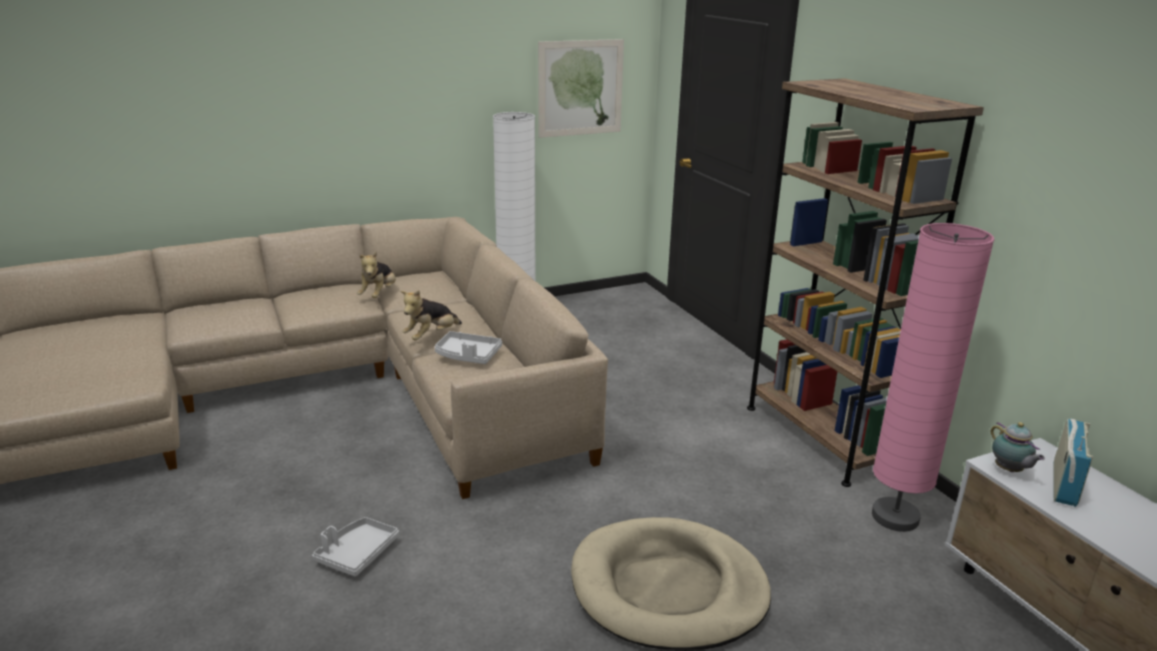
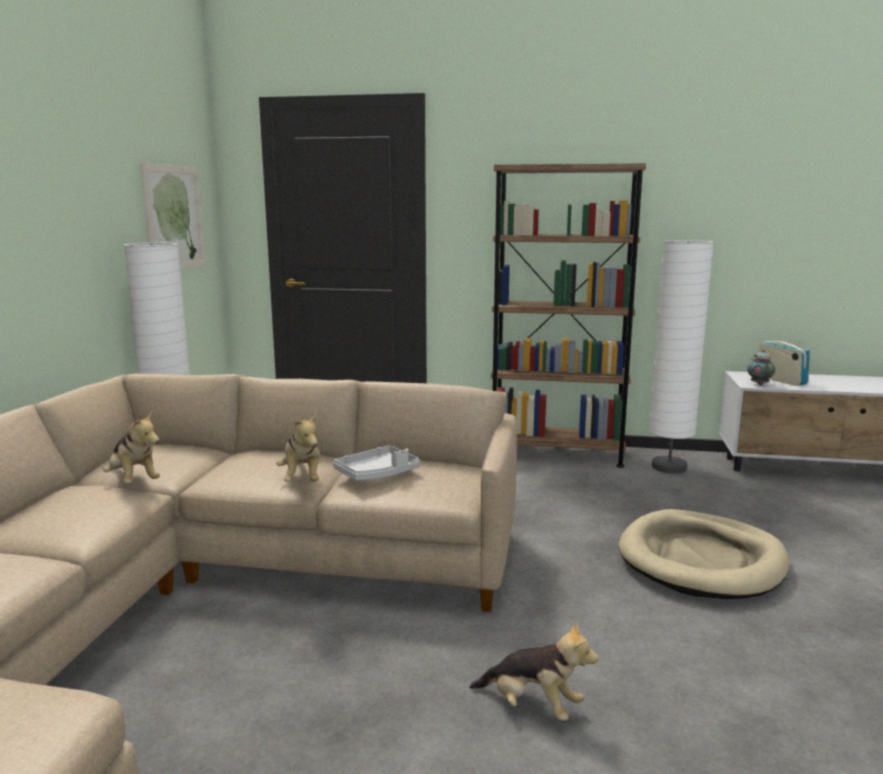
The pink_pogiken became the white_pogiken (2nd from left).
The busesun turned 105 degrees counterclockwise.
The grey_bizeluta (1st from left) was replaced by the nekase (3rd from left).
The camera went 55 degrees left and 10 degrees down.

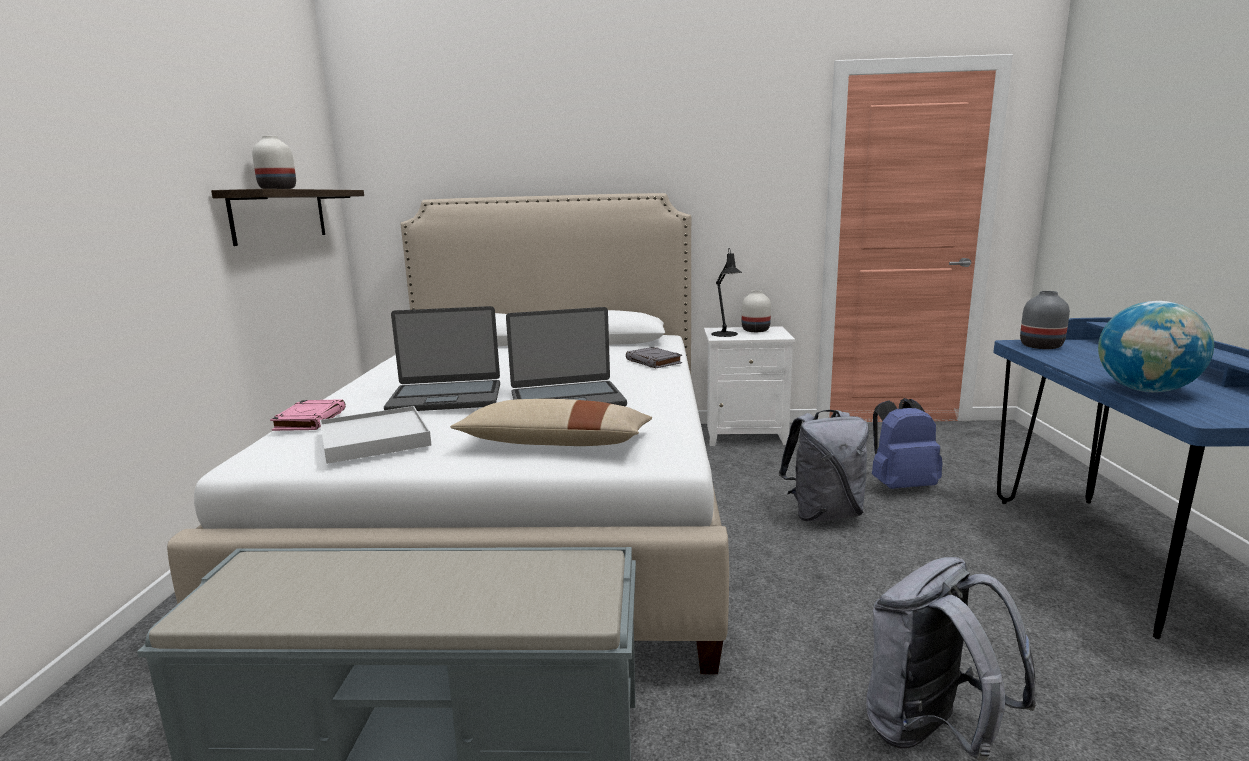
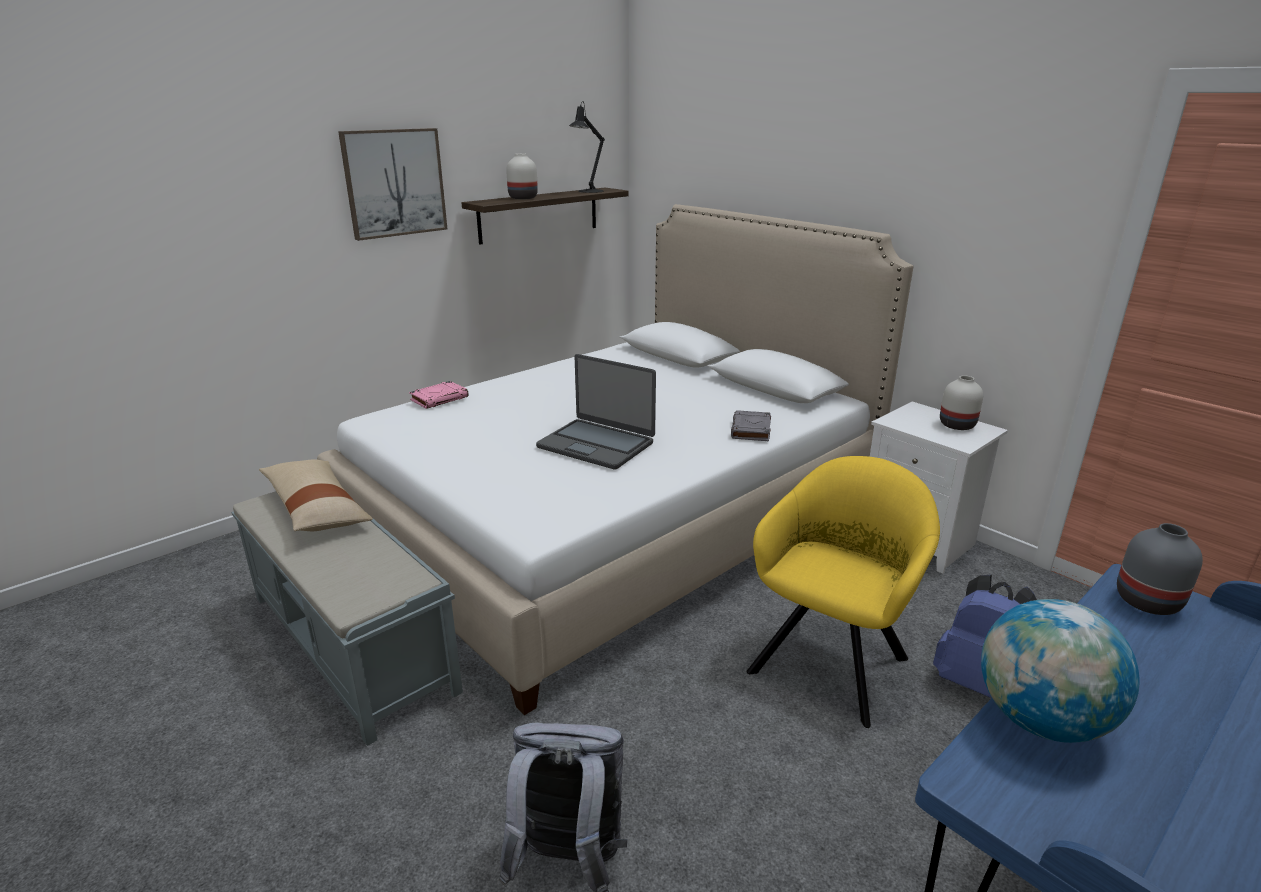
The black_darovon moved.
The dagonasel (1st from left) disappeared.
The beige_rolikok moved.
The white_bizeluta disappeared.
The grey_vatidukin (1st from left) was replaced by the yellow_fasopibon.
The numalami appeared.
The camera went 45 degrees right and 10 degrees up.

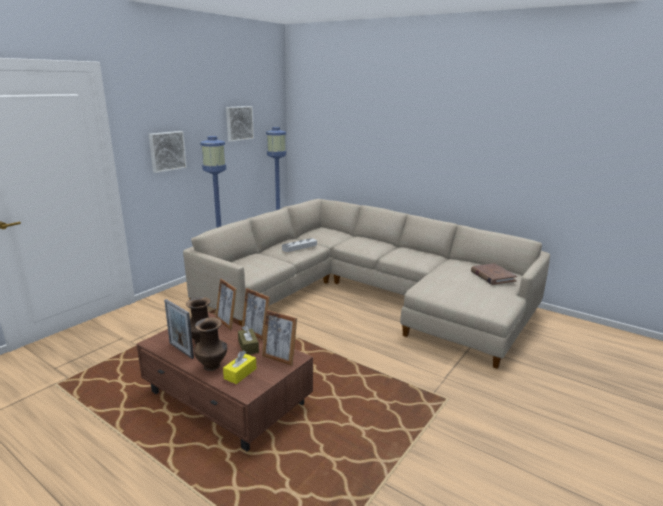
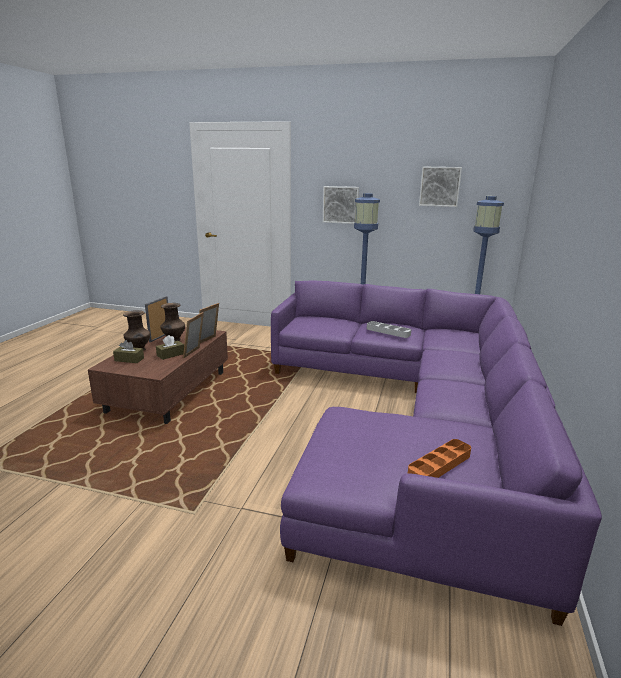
The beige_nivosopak became the purple_nivosopak.
The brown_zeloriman was replaced by the orange_bizeluta.
The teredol (4th from left) disappeared.
The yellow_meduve became the brown_meduve (1st from left).
The camera went 70 degrees right and 0 degrees up.

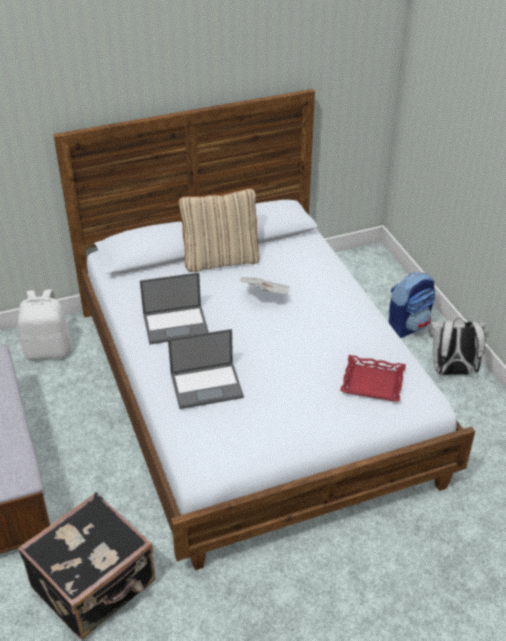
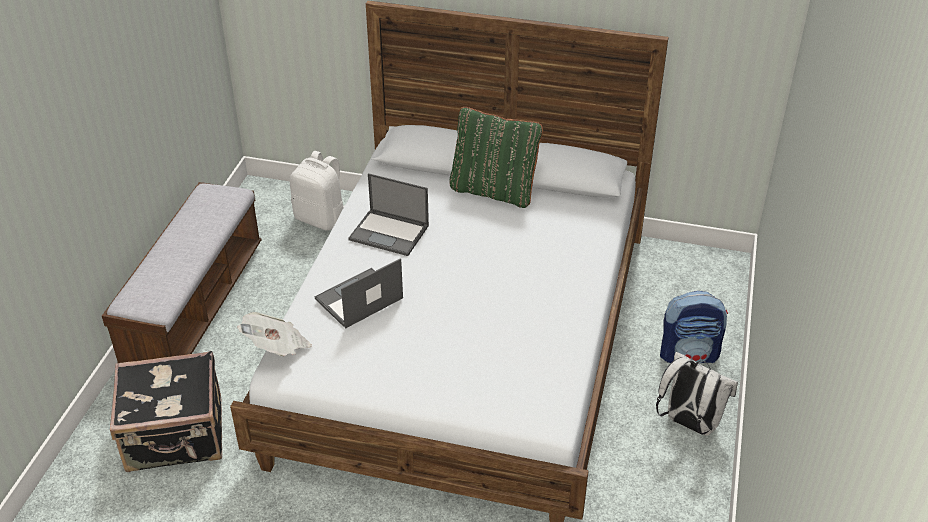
The beige_rolikok became the green_rolikok.
The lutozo moved.
The dagonasel (2nd from left in the first image) turned 120 degrees clockwise.
The red_bizeluta disappeared.
The camera went 35 degrees right and 0 degrees up.

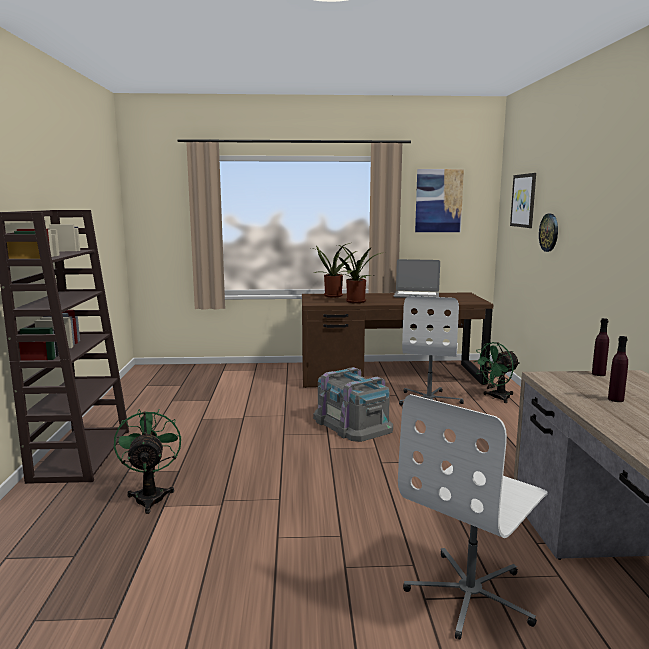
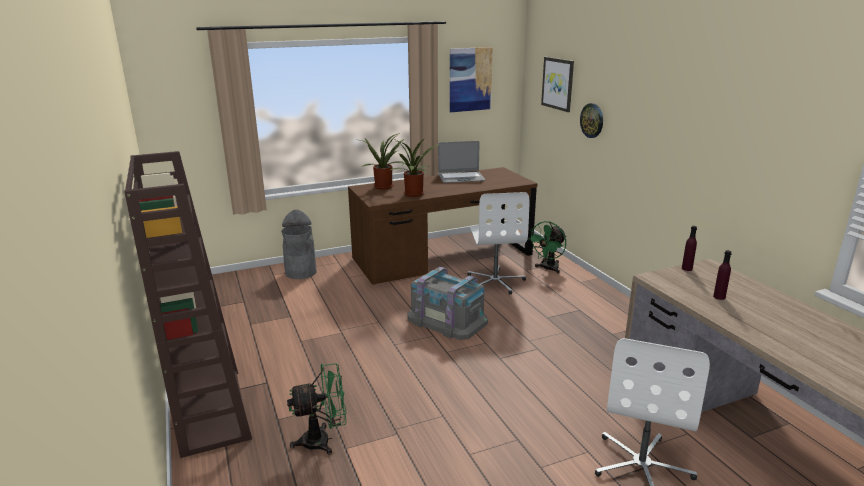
The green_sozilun (1st from left) turned 105 degrees clockwise.
The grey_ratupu appeared.
The camera went 20 degrees left and 10 degrees up.

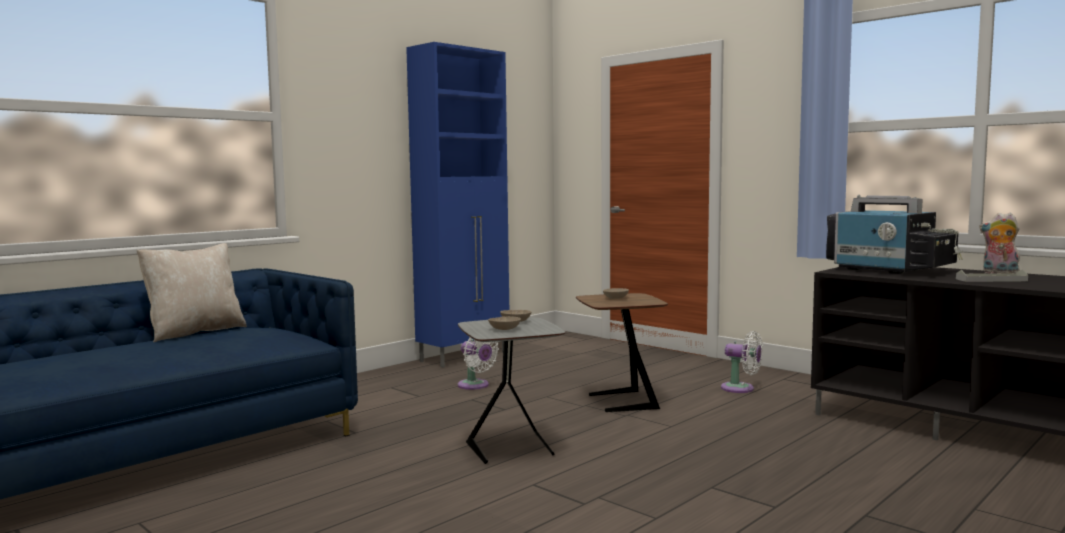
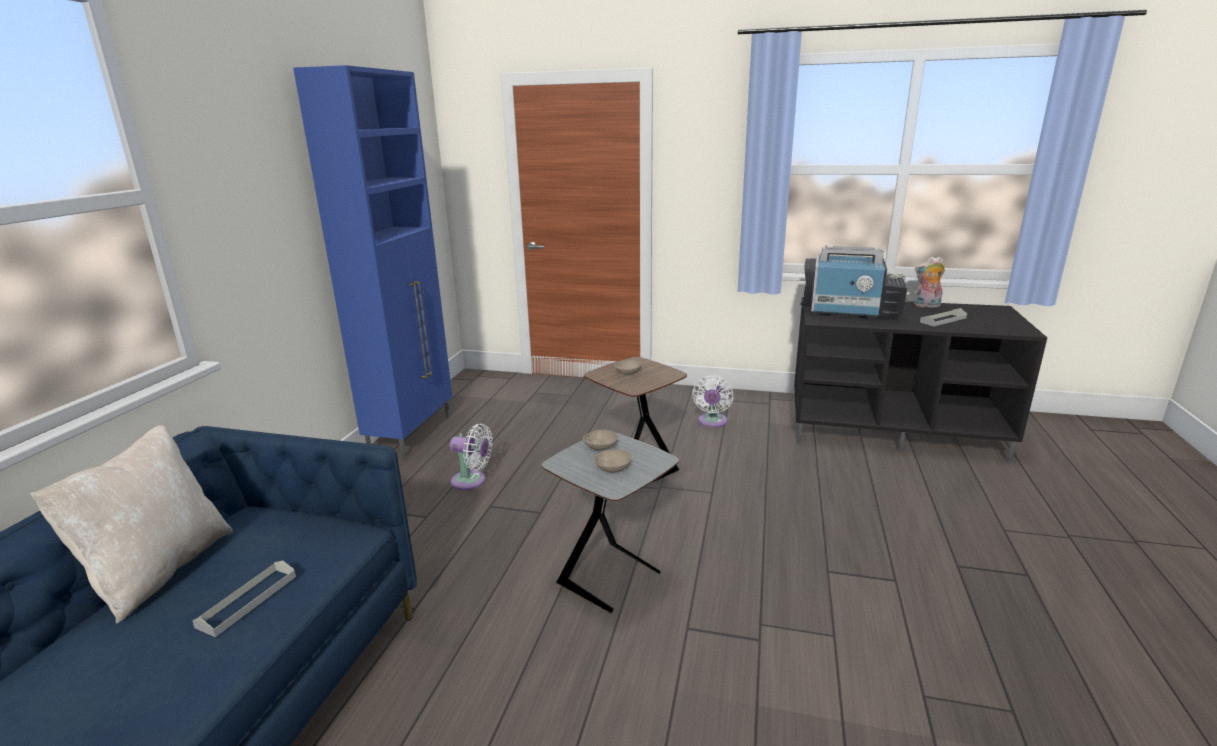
The white_sozilun (2nd from left) turned 105 degrees clockwise.
The grey_bizeluta (1st from left) appeared.
The camera went 30 degrees left and 15 degrees up.

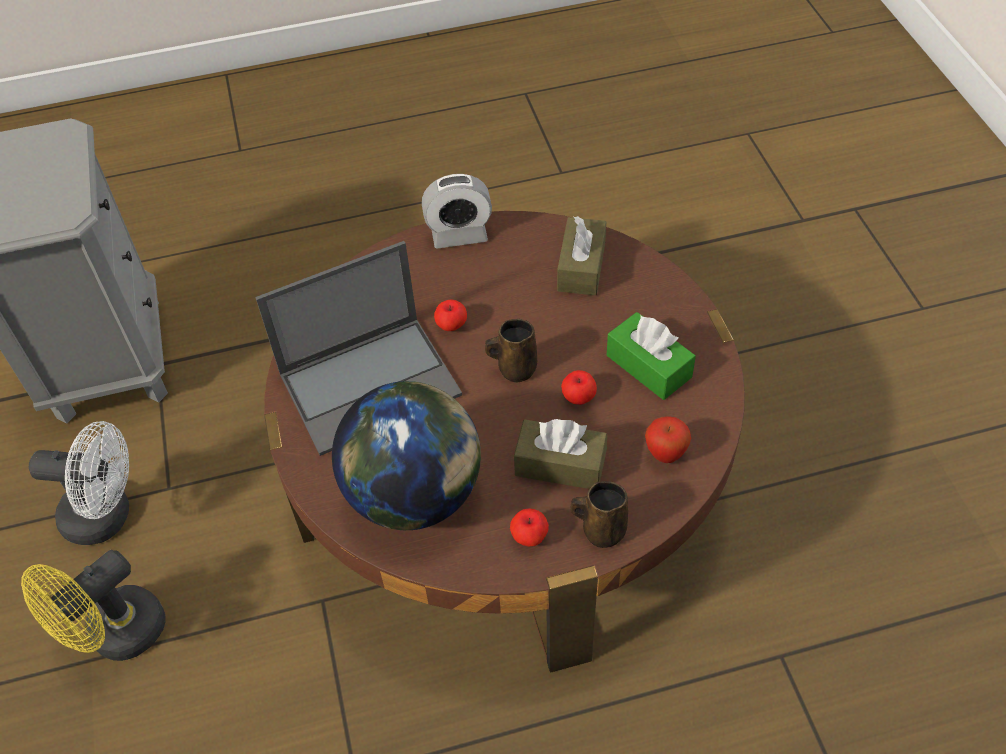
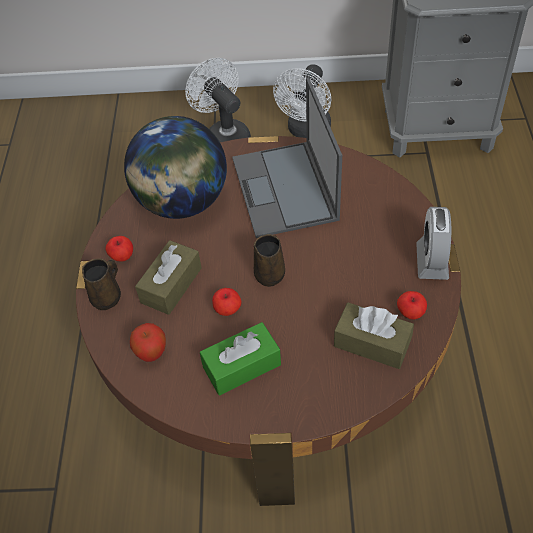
The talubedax (1st from left in the first image) moved.
The yellow_sozilun became the white_sozilun (1st from left).
The camera went 105 degrees right and 0 degrees up.

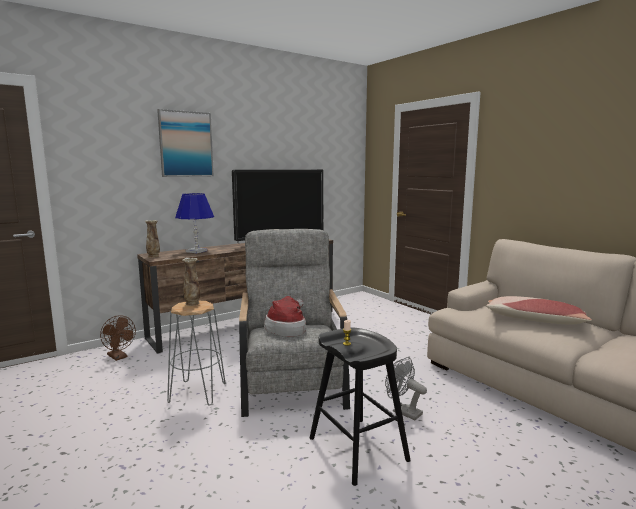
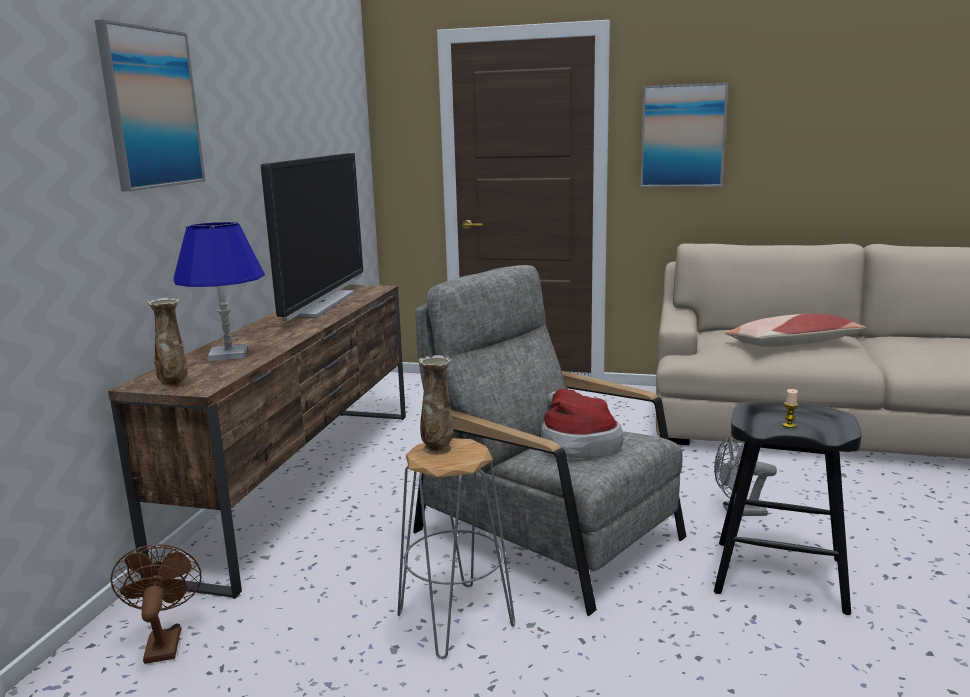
The brown_sozilun turned 105 degrees counterclockwise.
The numalami (2nd from left) appeared.
The camera went 40 degrees left and 5 degrees up.

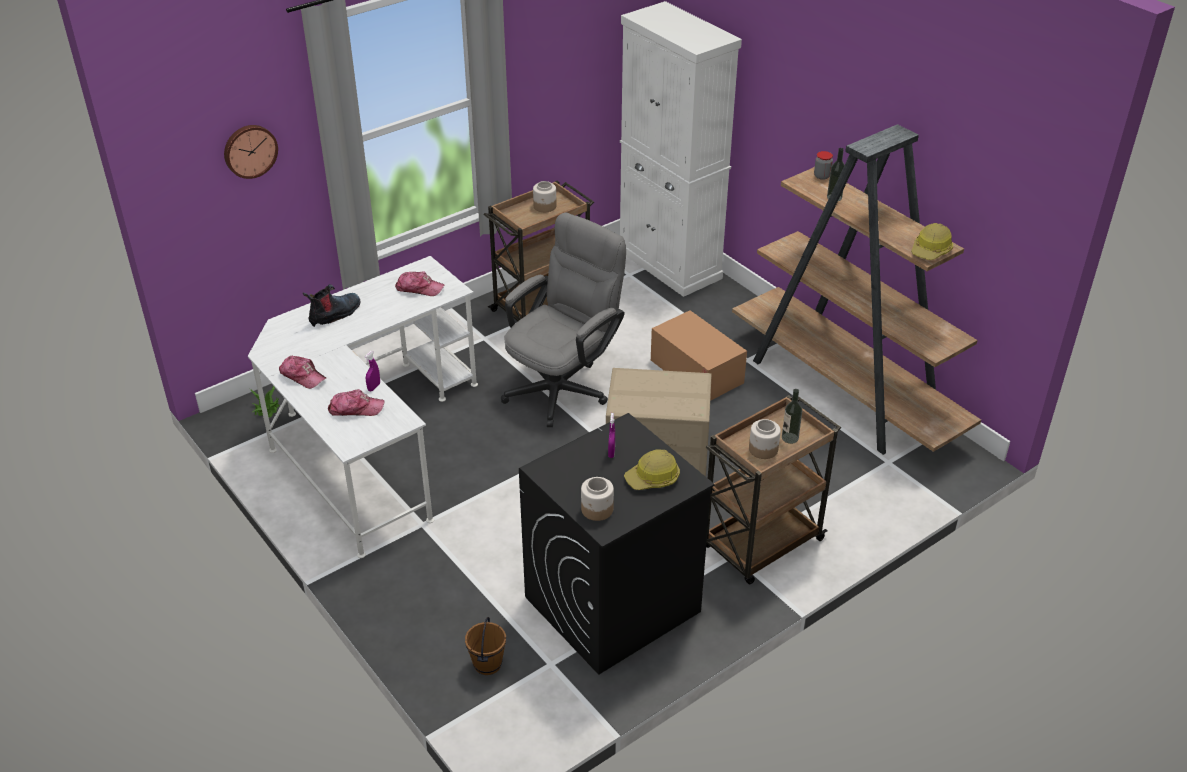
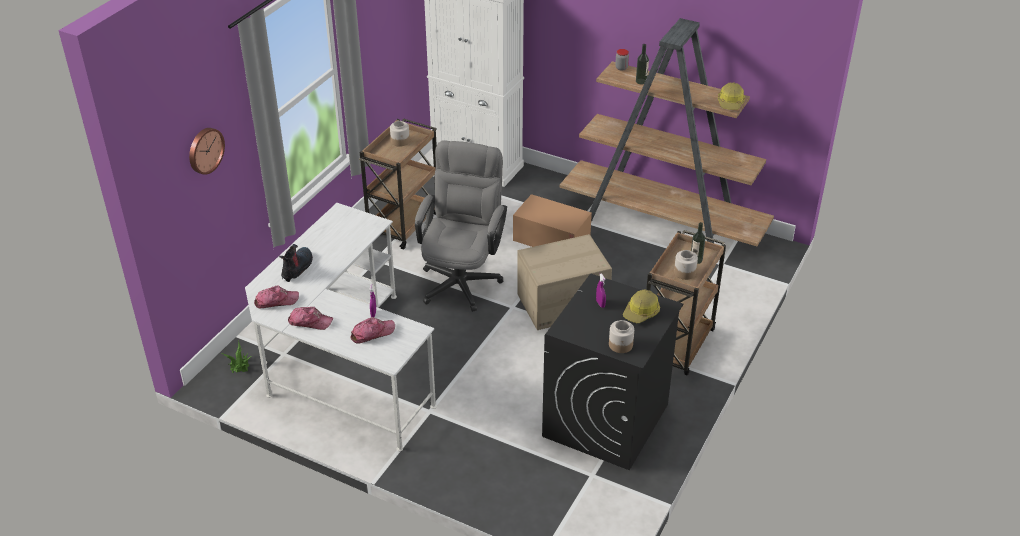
The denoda (3rd from left in the first image) moved.
The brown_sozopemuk disappeared.
The camera went 25 degrees left and 0 degrees up.

